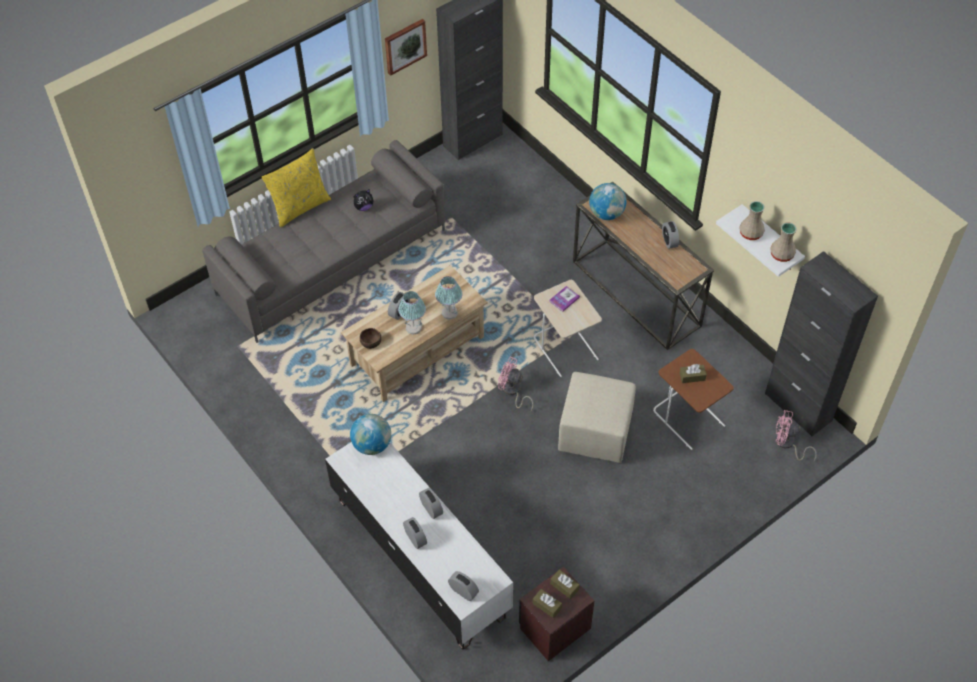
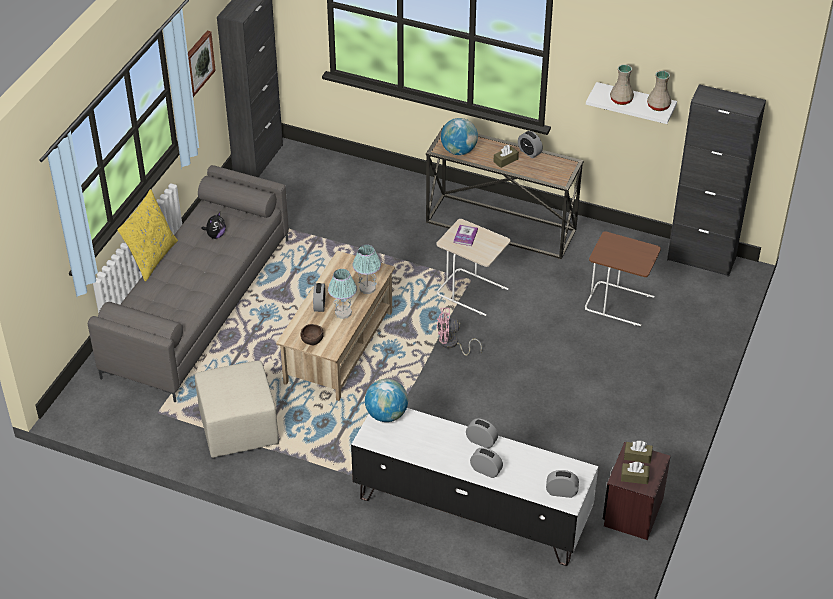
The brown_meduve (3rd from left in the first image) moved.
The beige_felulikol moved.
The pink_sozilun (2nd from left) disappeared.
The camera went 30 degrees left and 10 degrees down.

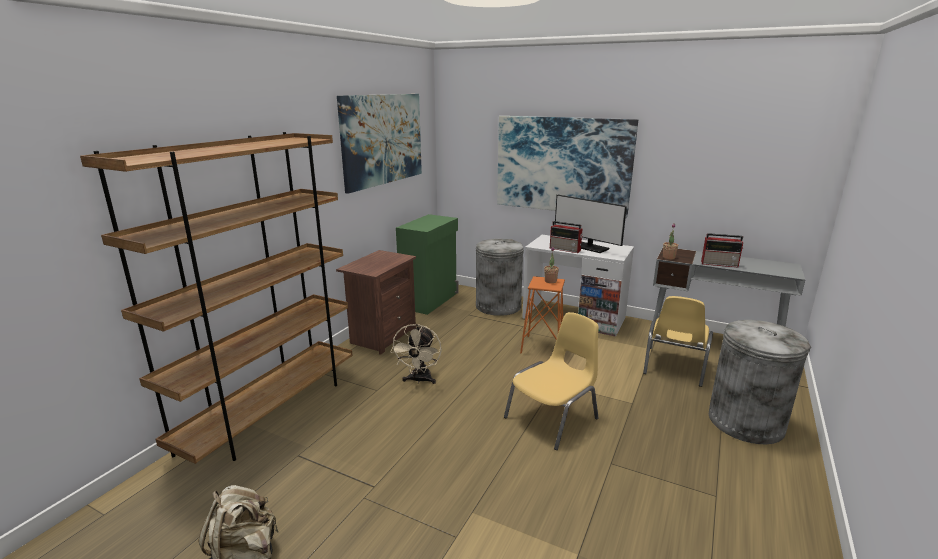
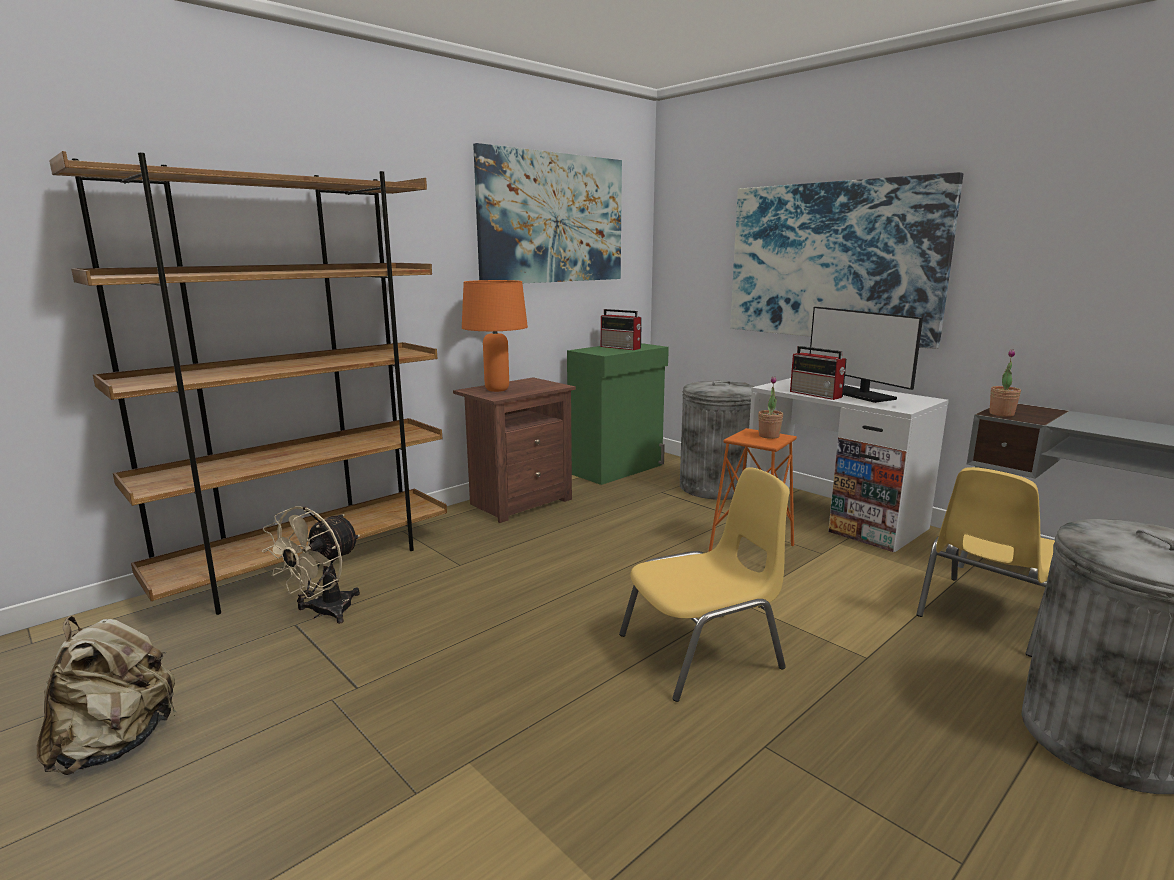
The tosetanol (2nd from left in the first image) moved.
The beige_sozilun moved.
The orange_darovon appeared.
The camera went 20 degrees right and 5 degrees down.

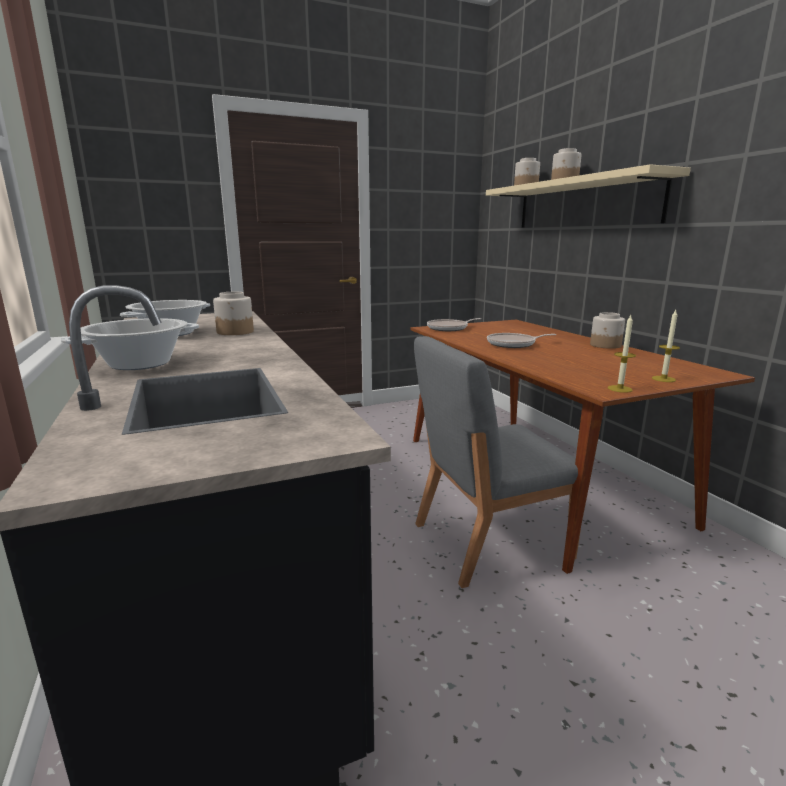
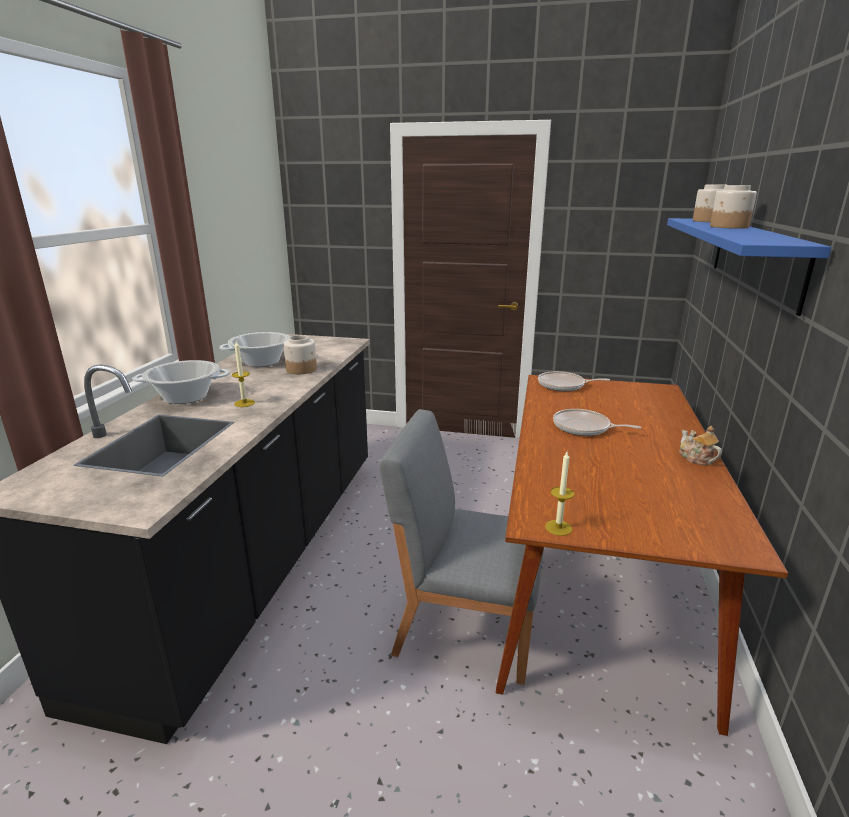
The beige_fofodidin became the blue_fofodidin.
The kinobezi (2nd from left in the first image) moved.
The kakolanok (4th from left) was replaced by the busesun.
The camera went 35 degrees right and 5 degrees up.

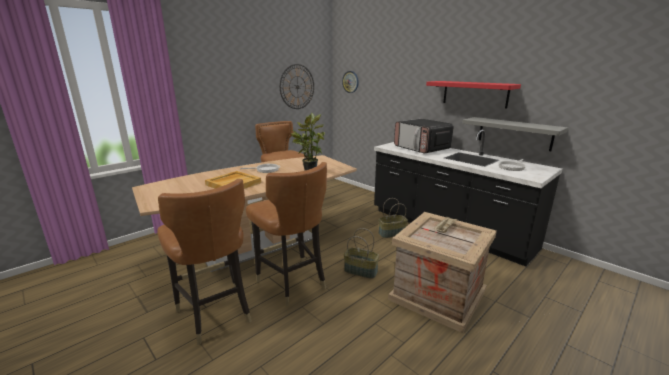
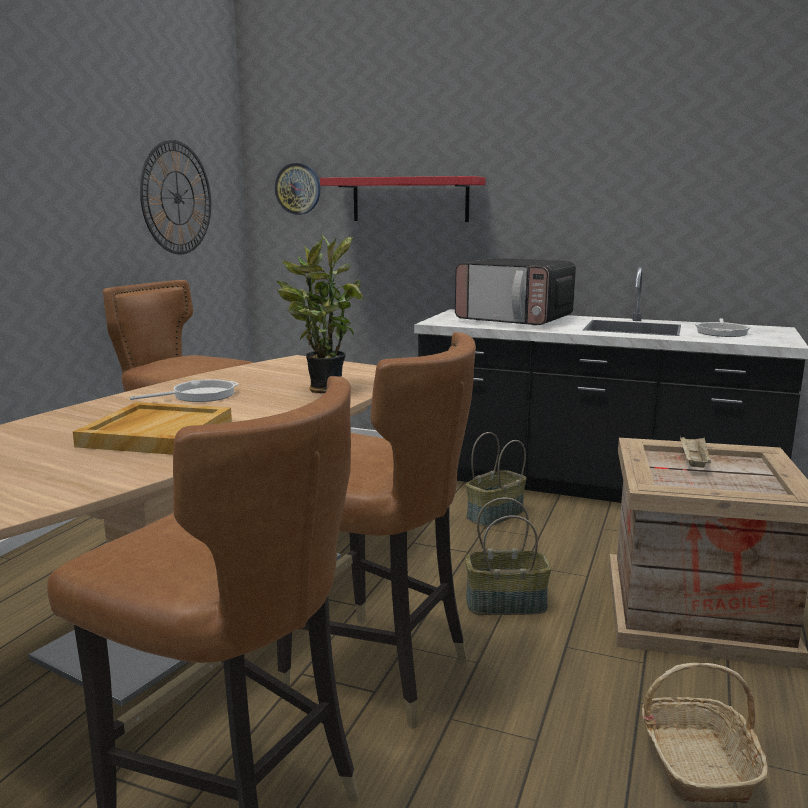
The red_fofodidin moved.
The grey_fofodidin disappeared.
The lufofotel (3rd from left) appeared.
The camera went 25 degrees left and 5 degrees down.

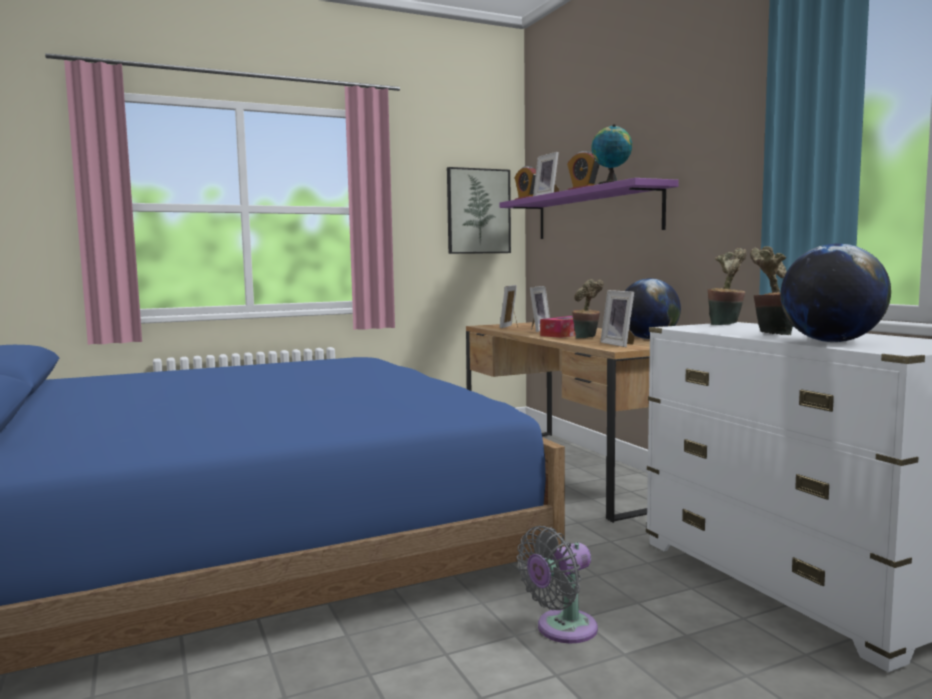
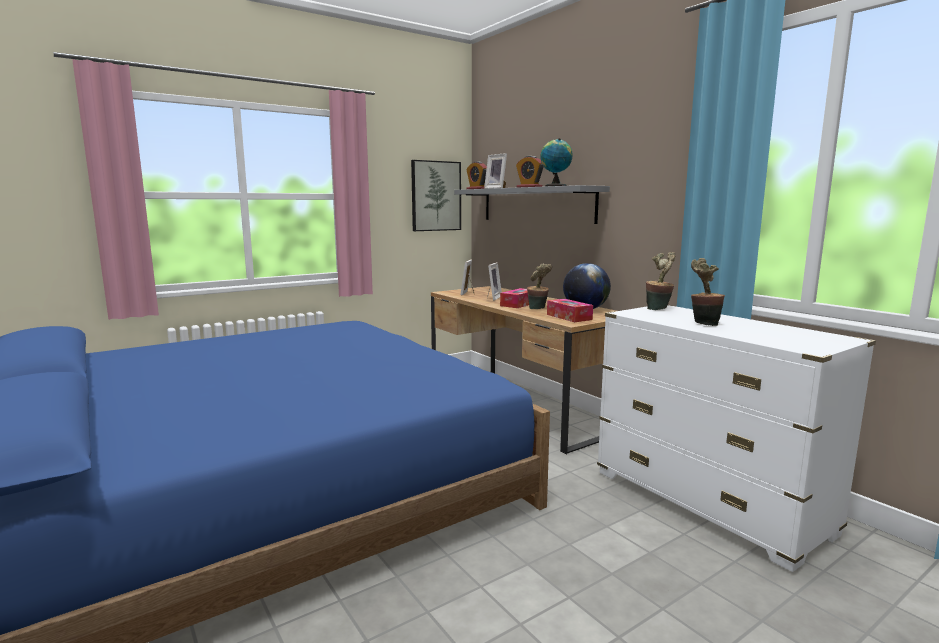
The purple_fofodidin became the grey_fofodidin.
The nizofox (3rd from left) disappeared.
The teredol (4th from left) was replaced by the meduve (2nd from left).
The grey_sozilun disappeared.
The camera went 10 degrees left and 5 degrees up.

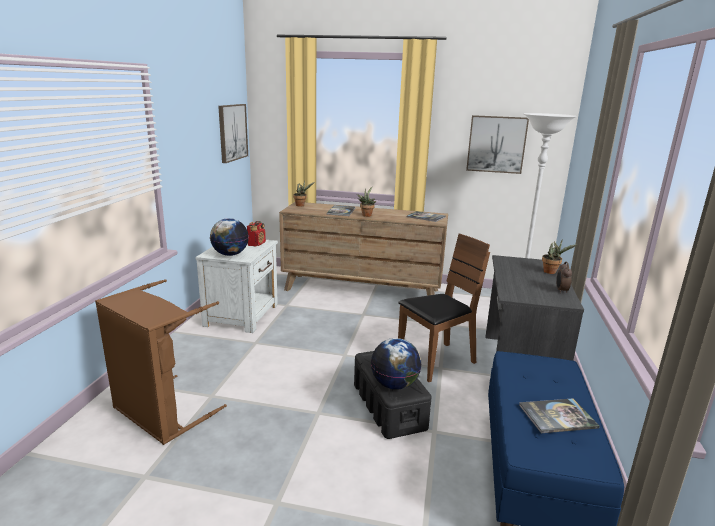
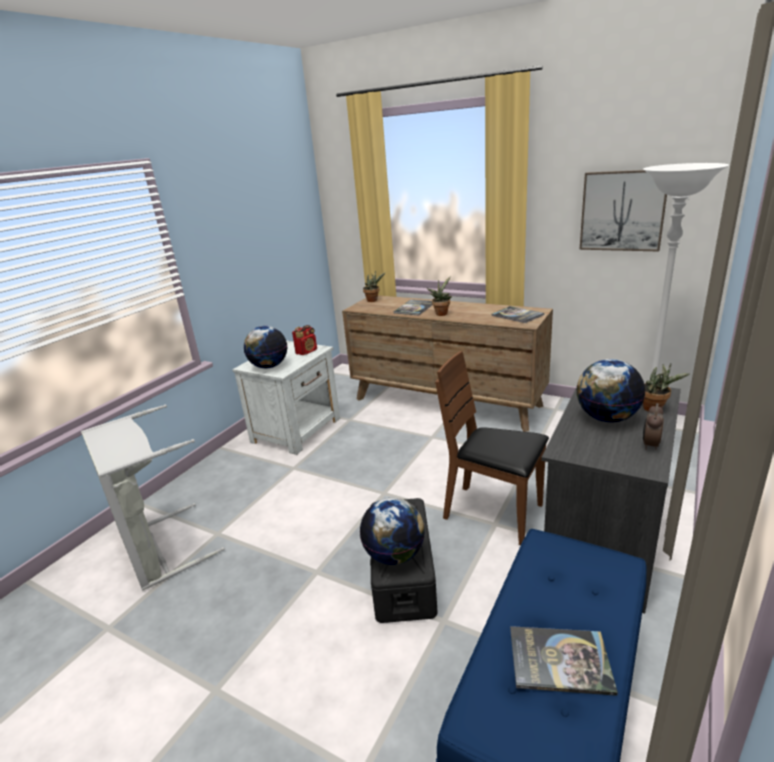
The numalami (1st from left) disappeared.
The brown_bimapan turned 135 degrees counterclockwise.
The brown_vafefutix became the grey_vafefutix.
The nizofox (3rd from left) appeared.
The camera went 20 degrees right and 5 degrees up.

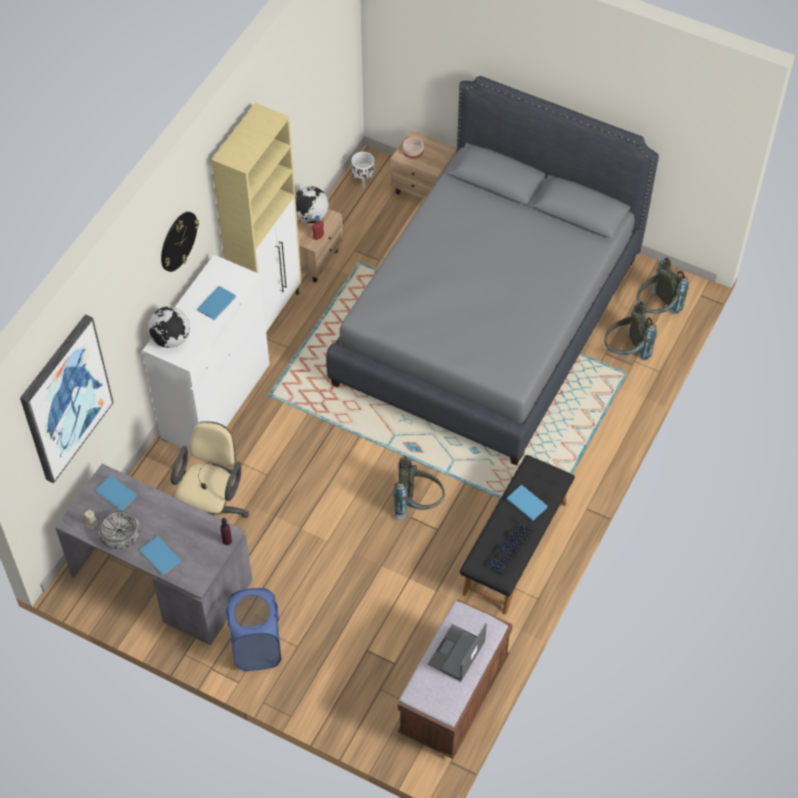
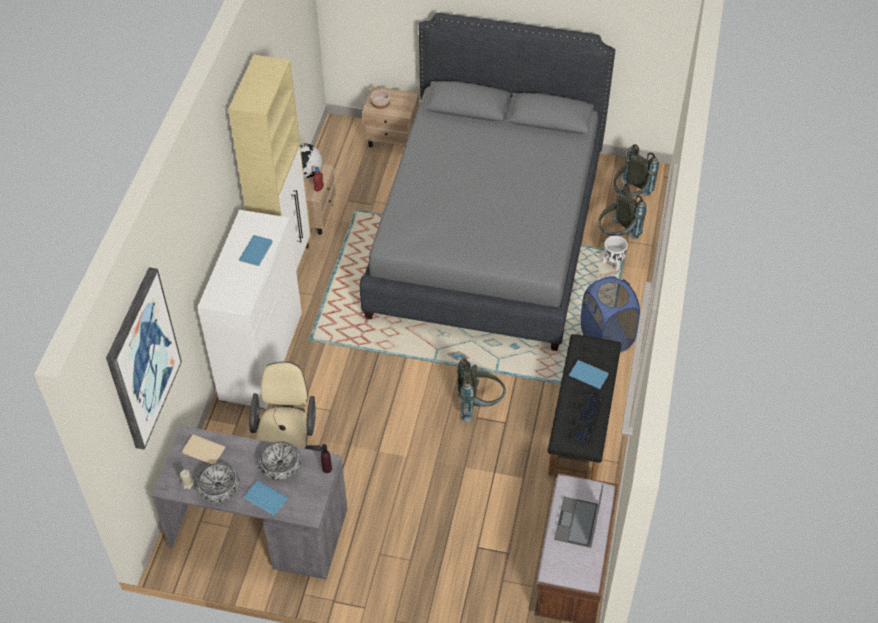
The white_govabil moved.
The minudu disappeared.
The nizofox (1st from left) disappeared.
The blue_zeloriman (1st from left) became the beige_zeloriman.
The blue_vafefutix moved.
The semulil (2nd from left) appeared.
The camera went 15 degrees left and 5 degrees down.

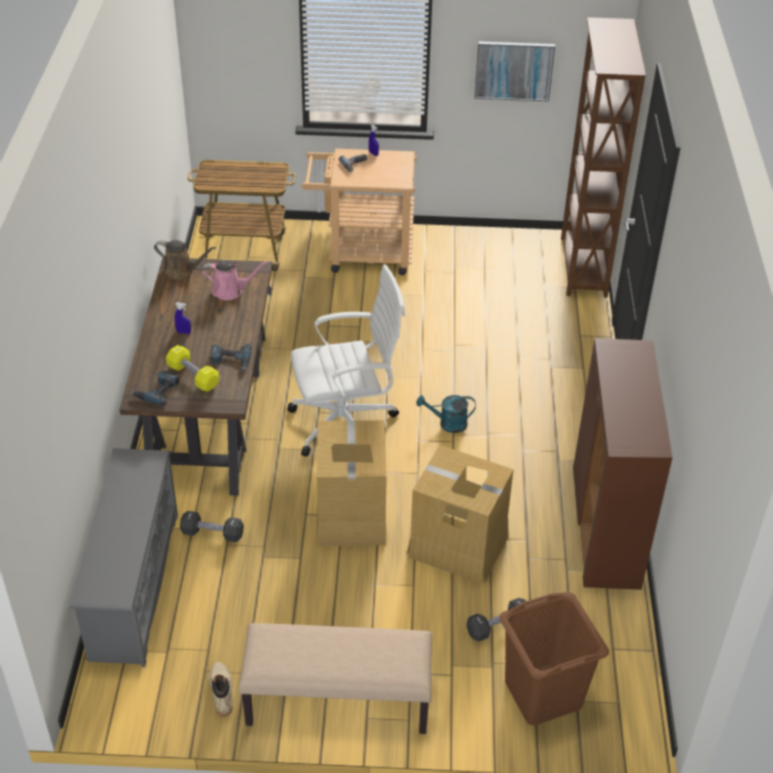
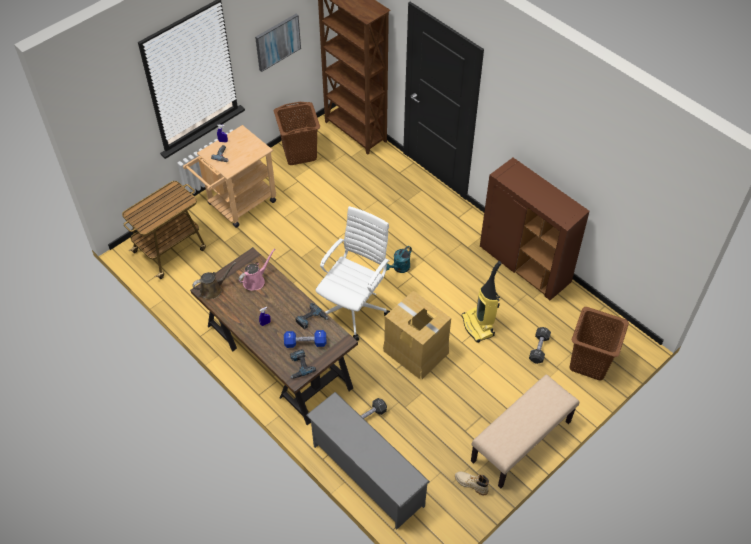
The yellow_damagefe became the blue_damagefe.
The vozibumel (2nd from left) was replaced by the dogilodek.
The brown_vafefutix (1st from left) appeared.
The camera went 45 degrees left and 10 degrees up.

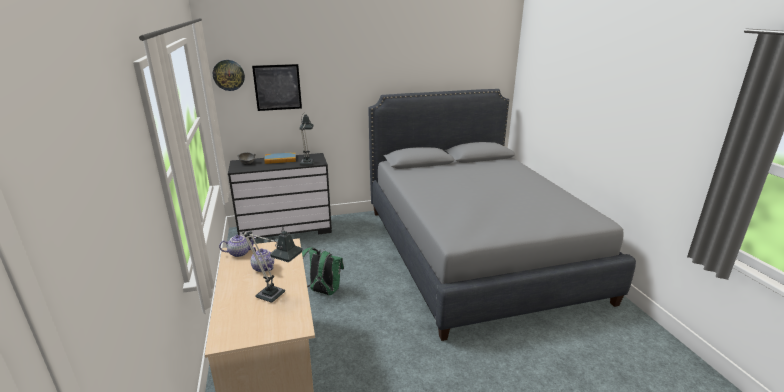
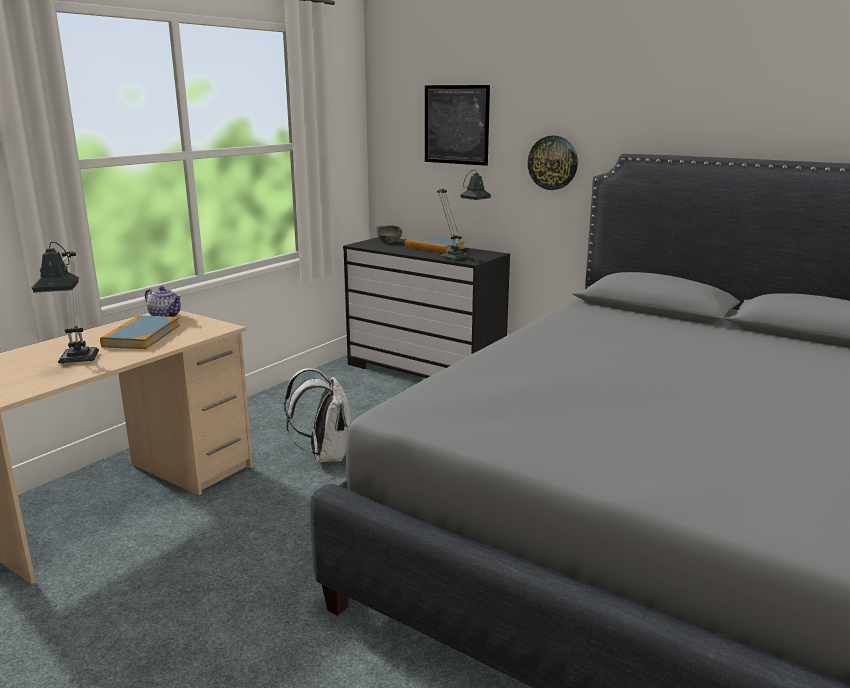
The minudu moved.
The busesun (2nd from left) was replaced by the zeloriman (1st from left).
The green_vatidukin became the white_vatidukin.
The camera went 50 degrees right and 5 degrees down.

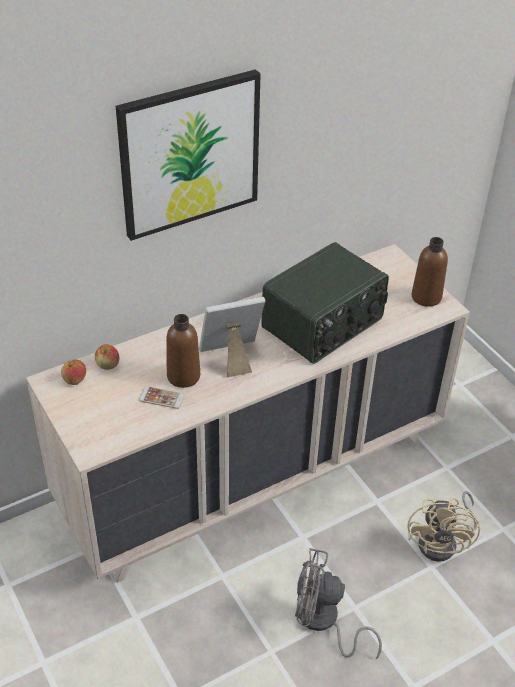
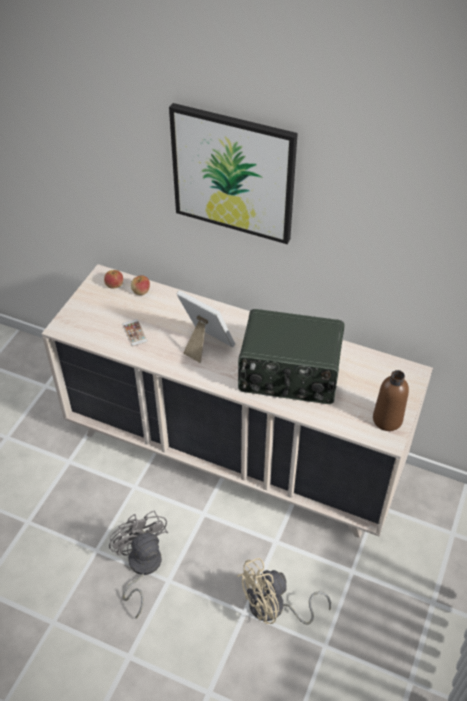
The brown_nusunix (1st from left) disappeared.
The camera went 55 degrees right and 5 degrees up.

